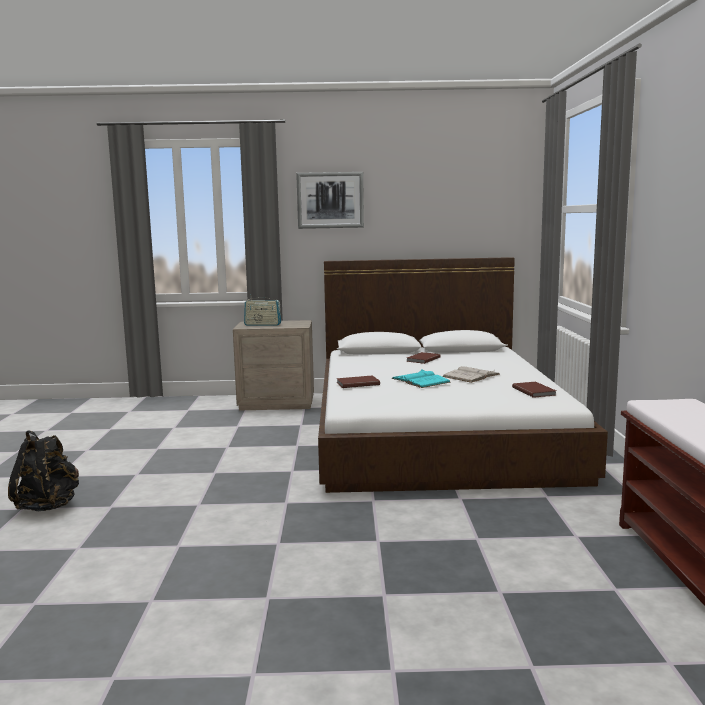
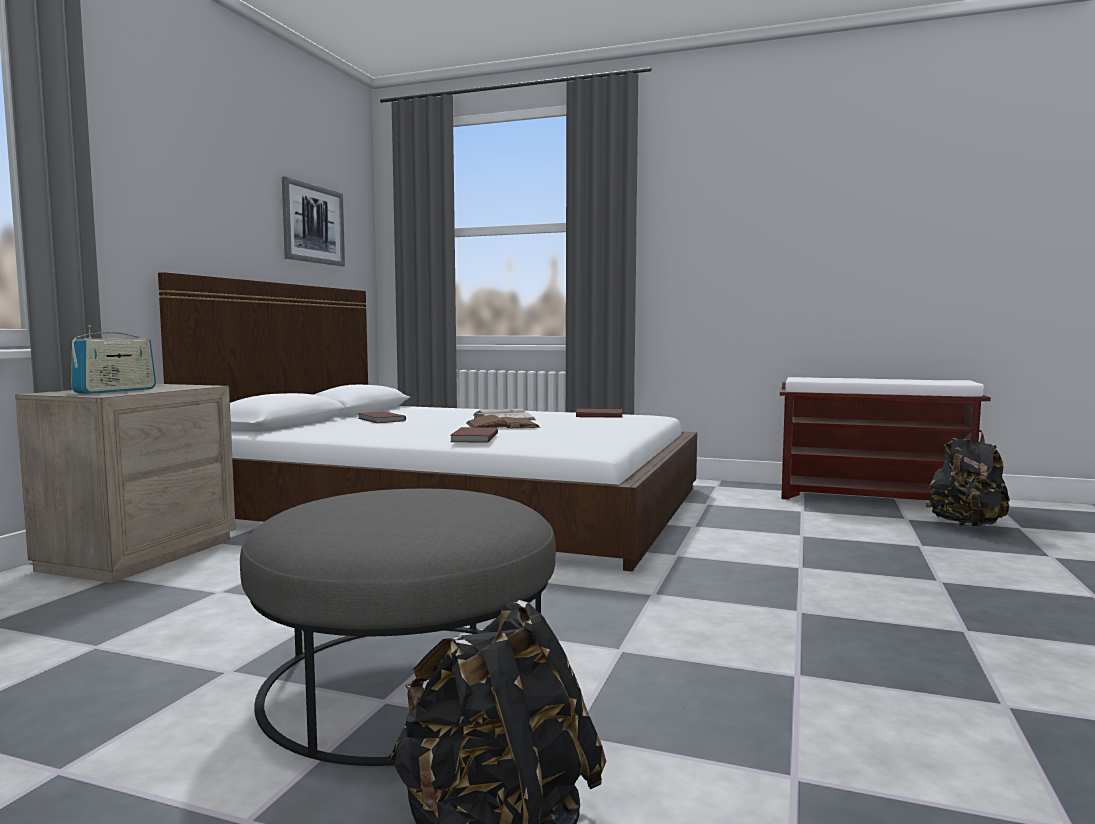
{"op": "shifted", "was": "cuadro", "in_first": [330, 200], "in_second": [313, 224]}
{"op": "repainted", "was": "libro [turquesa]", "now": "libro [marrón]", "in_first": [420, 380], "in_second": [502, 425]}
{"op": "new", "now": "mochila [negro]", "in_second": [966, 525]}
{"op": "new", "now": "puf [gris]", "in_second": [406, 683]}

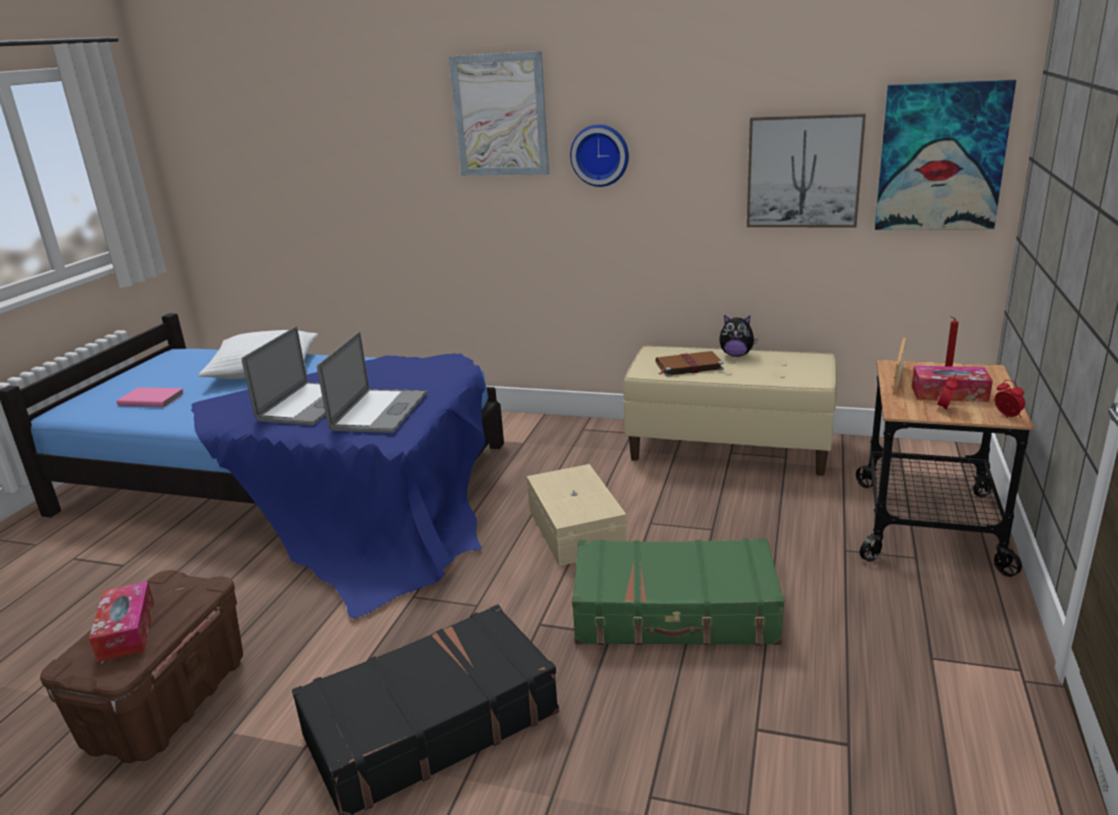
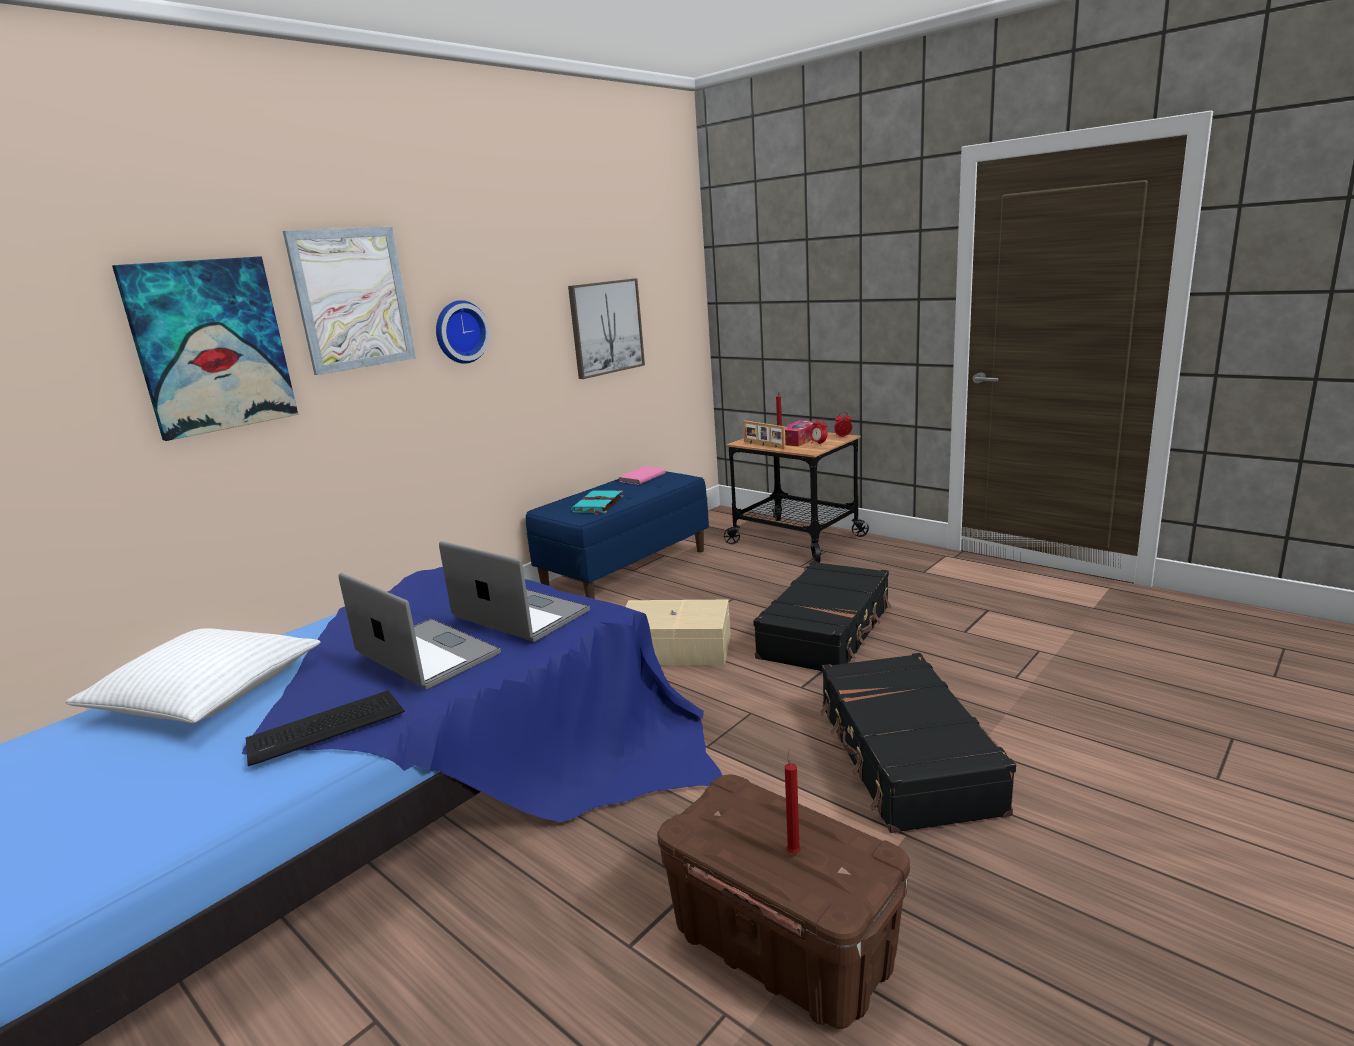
{"op": "shifted", "was": "cuadro", "in_first": [941, 157], "in_second": [211, 346]}
{"op": "gone", "was": "peluche", "in_first": [736, 355]}
{"op": "repainted", "was": "banco [beis]", "now": "banco [azul]", "in_first": [729, 448], "in_second": [626, 569]}
{"op": "repainted", "was": "libro [marrón]", "now": "libro [turquesa]", "in_first": [687, 366], "in_second": [597, 504]}
{"op": "shifted", "was": "libro [rosa]", "in_first": [151, 399], "in_second": [641, 477]}
{"op": "repainted", "was": "maleta [verde]", "now": "maleta [negro]", "in_first": [675, 612], "in_second": [826, 632]}
{"op": "swapped", "was": "caja de pañuelos", "now": "vela [rojo]", "in_first": [127, 631], "in_second": [793, 851]}
{"op": "new", "now": "teclado", "in_second": [325, 728]}

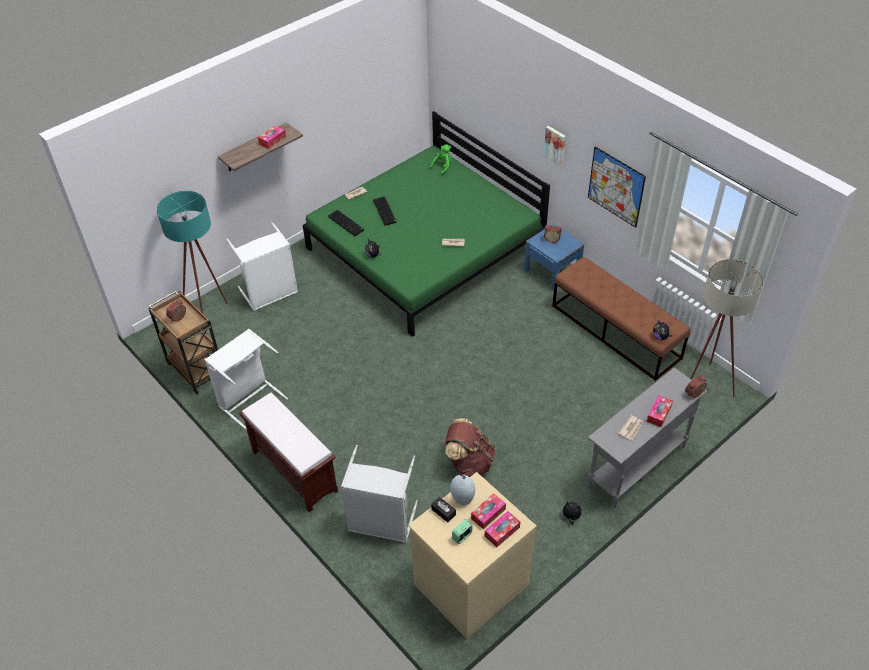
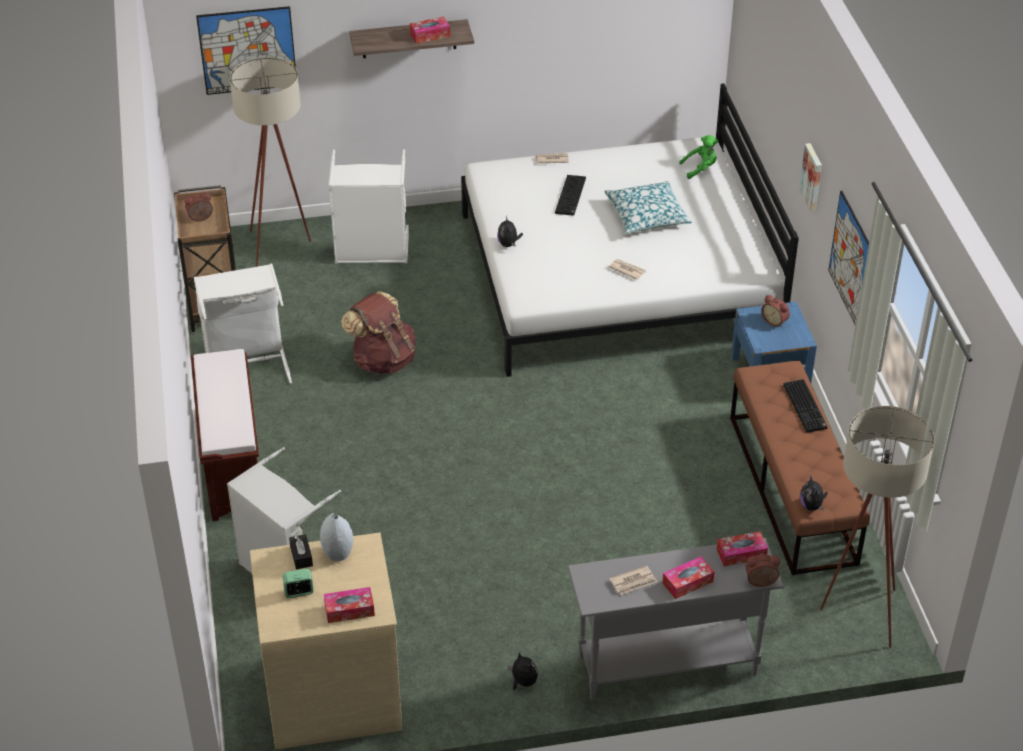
{"op": "repainted", "was": "cama [verde]", "now": "cama [blanco]", "in_first": [425, 248], "in_second": [618, 275]}
{"op": "repainted", "was": "lámpara de pie [turquesa]", "now": "lámpara de pie [beis]", "in_first": [210, 314], "in_second": [281, 246]}
{"op": "shifted", "was": "teclado", "in_first": [346, 223], "in_second": [806, 407]}
{"op": "shifted", "was": "mochila [marrón]", "in_first": [469, 463], "in_second": [383, 360]}
{"op": "shifted", "was": "caja de pañuelos", "in_first": [488, 514], "in_second": [741, 553]}
{"op": "new", "now": "cuadro", "in_second": [247, 50]}
{"op": "new", "now": "cojín", "in_second": [647, 215]}

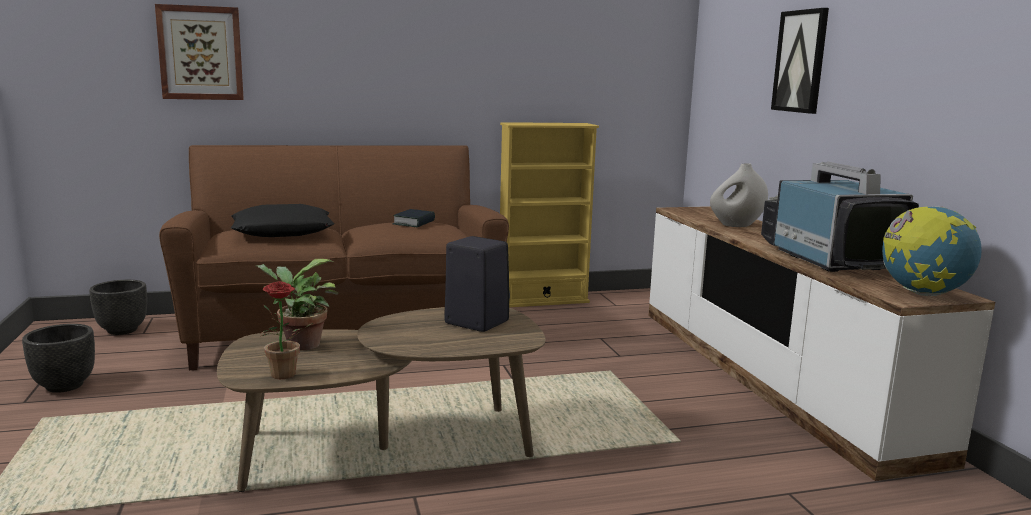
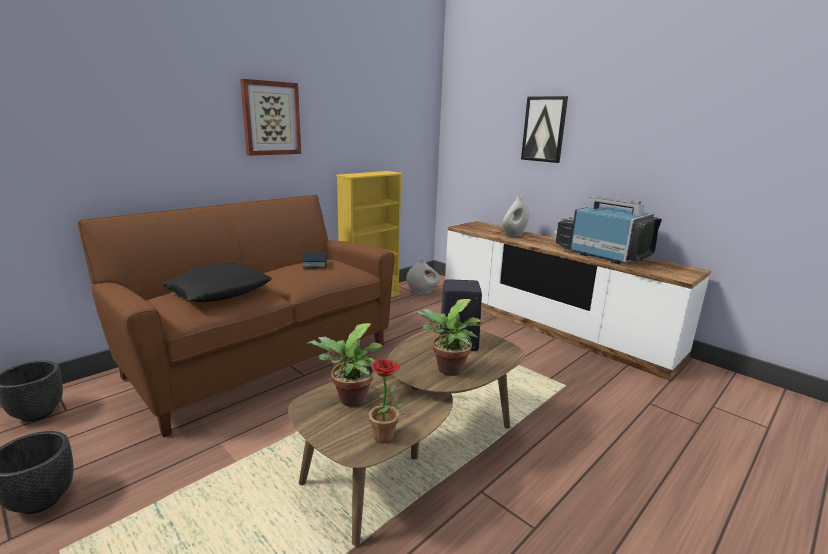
{"op": "shifted", "was": "cuadro", "in_first": [201, 53], "in_second": [271, 118]}
{"op": "gone", "was": "globo terráqueo", "in_first": [922, 294]}
{"op": "new", "now": "florero [blanco]", "in_second": [422, 292]}
{"op": "new", "now": "planta en maceta", "in_second": [447, 370]}

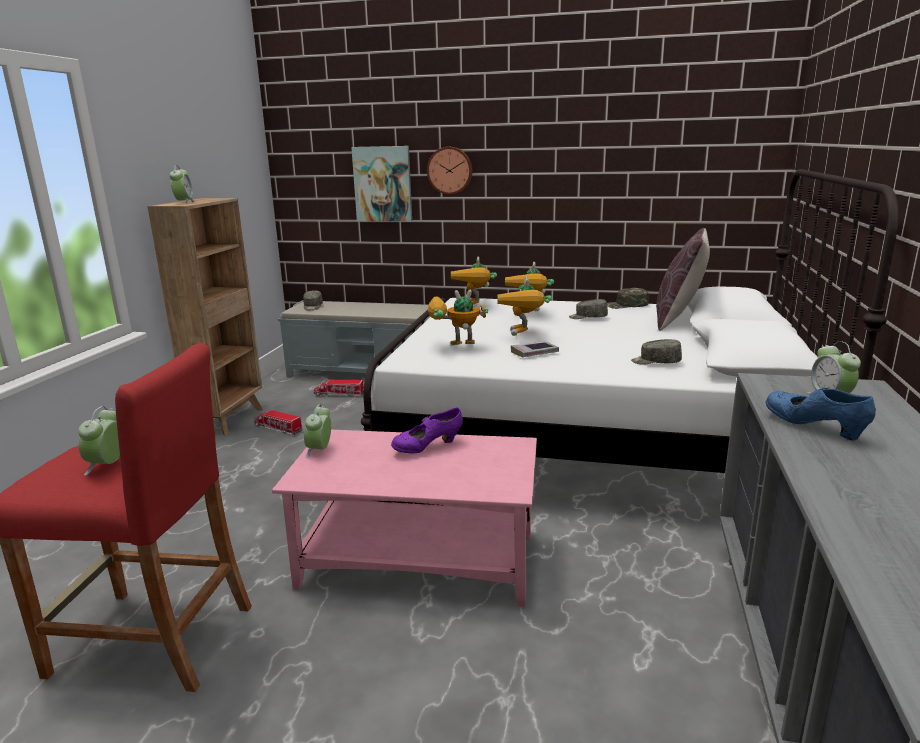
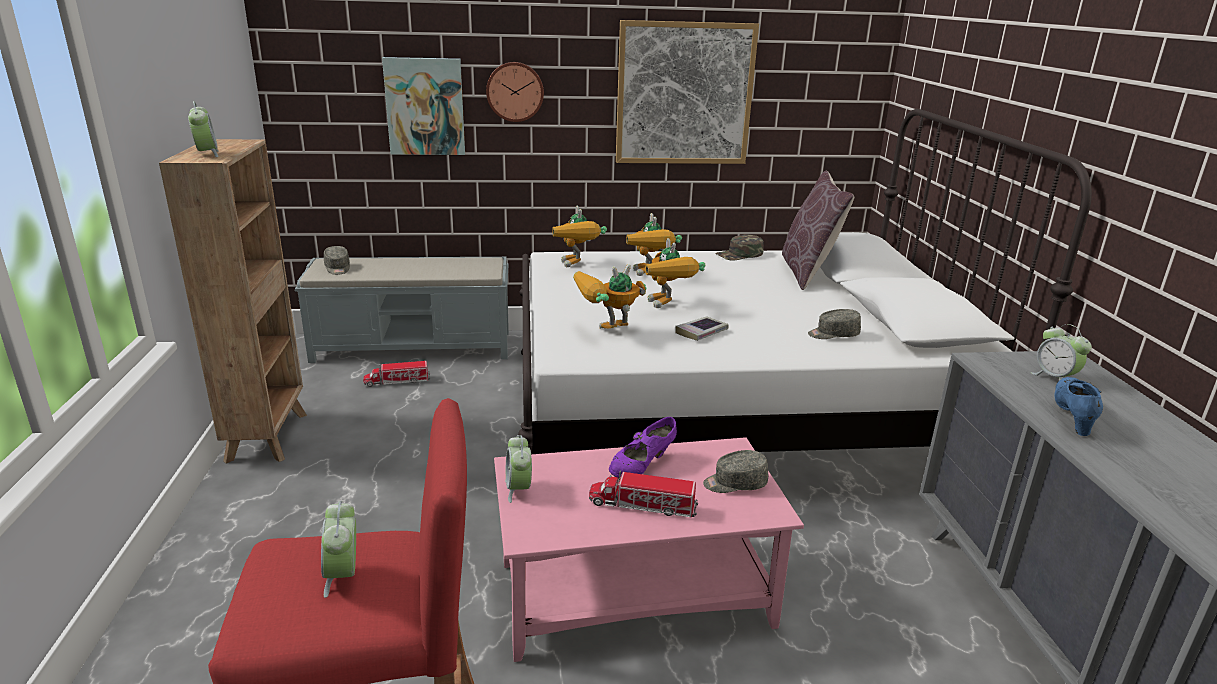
{"op": "shifted", "was": "gorra [gris]", "in_first": [588, 317], "in_second": [734, 483]}
{"op": "rotated", "was": "zapato [azul]", "in_first": [814, 428], "in_second": [1072, 417], "clockwise": 75}
{"op": "shifted", "was": "camión de juguete", "in_first": [278, 428], "in_second": [643, 505]}
{"op": "new", "now": "cuadro", "in_second": [684, 94]}

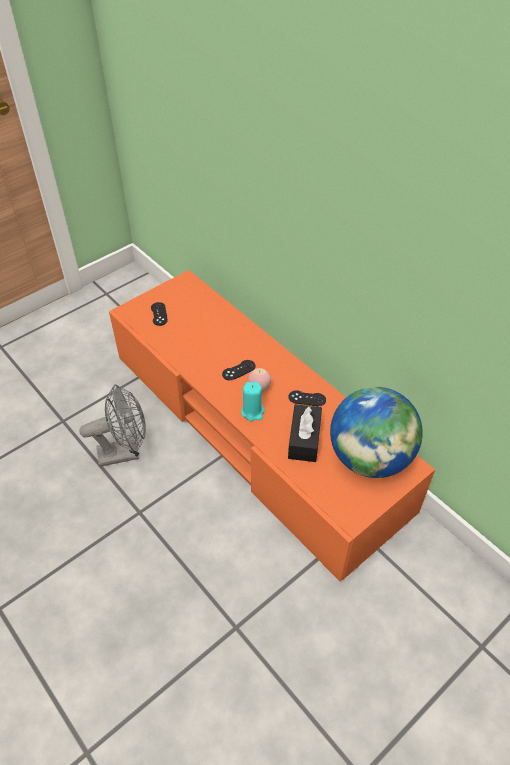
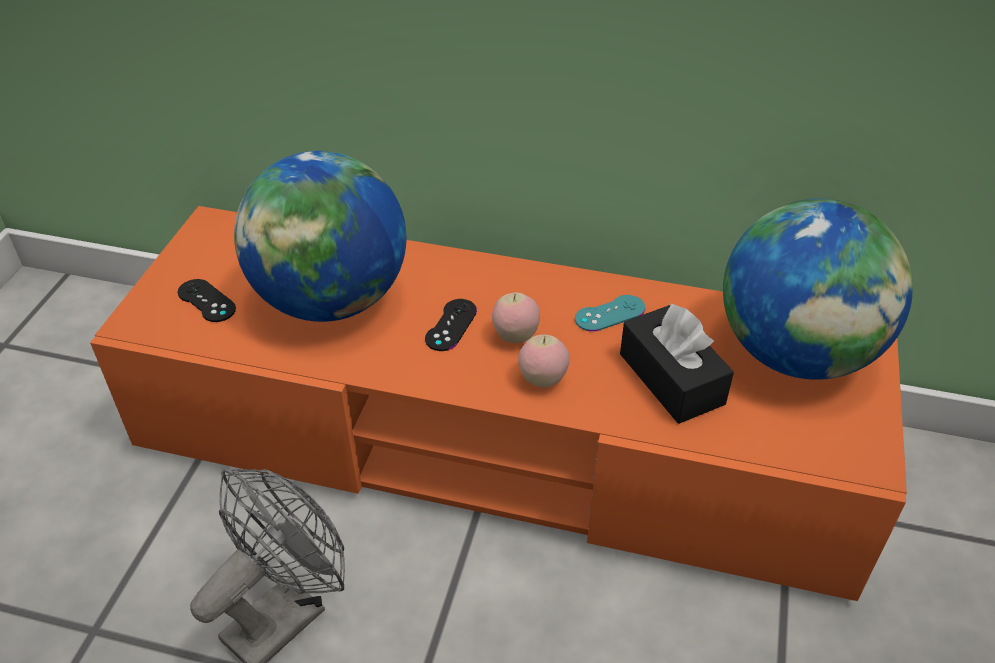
{"op": "swapped", "was": "vela [turquesa]", "now": "manzana", "in_first": [253, 411], "in_second": [543, 380]}
{"op": "repainted", "was": "mando de consola [negro]", "now": "mando de consola [turquesa]", "in_first": [307, 398], "in_second": [610, 313]}
{"op": "new", "now": "globo terráqueo", "in_second": [331, 300]}

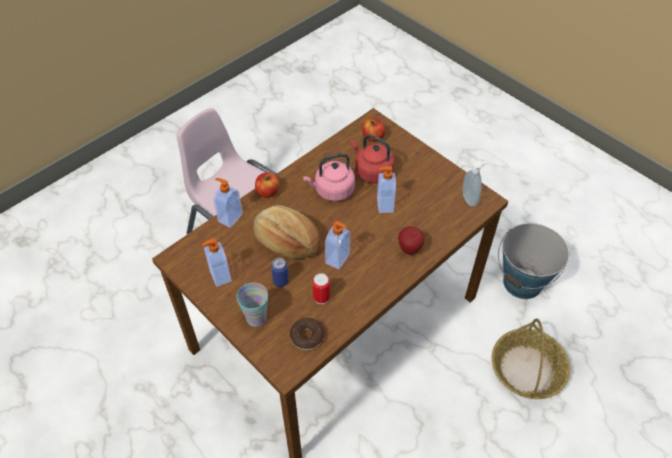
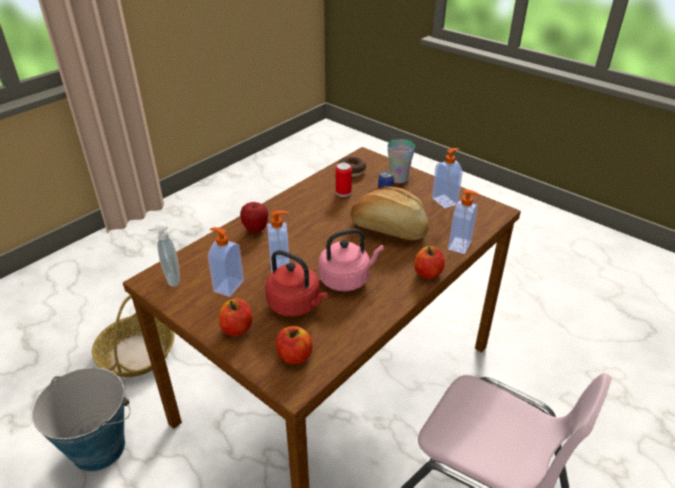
{"op": "shifted", "was": "dispensador de jabón", "in_first": [338, 259], "in_second": [228, 286]}
{"op": "new", "now": "manzana", "in_second": [237, 328]}

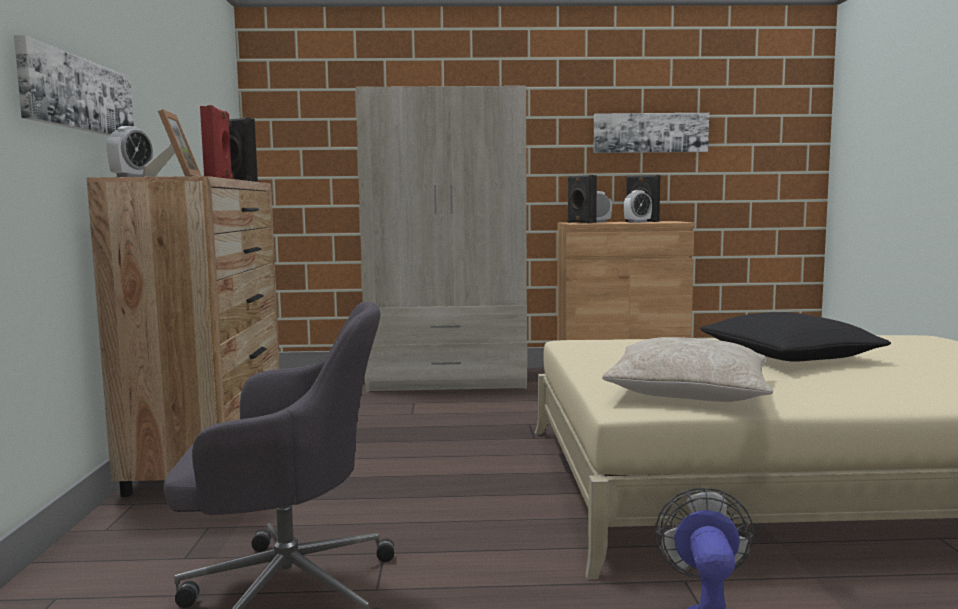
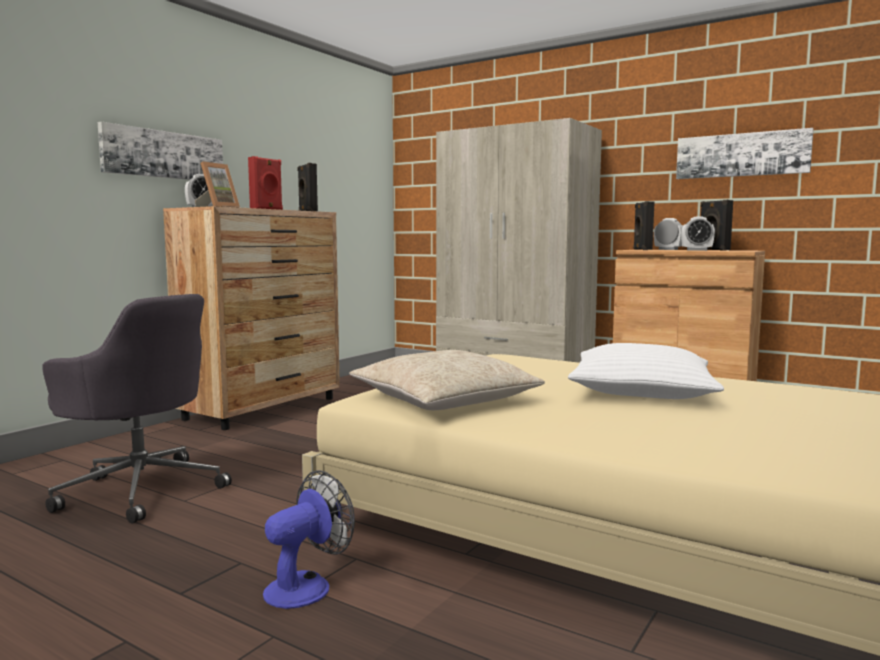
{"op": "repainted", "was": "cojín [negro]", "now": "cojín [blanco]", "in_first": [788, 355], "in_second": [641, 390]}

